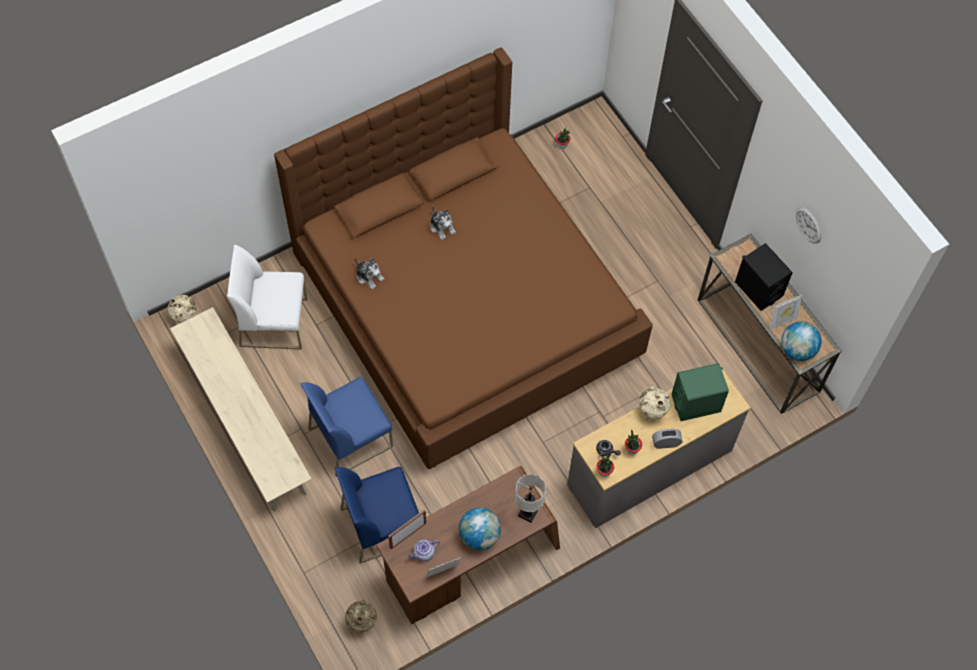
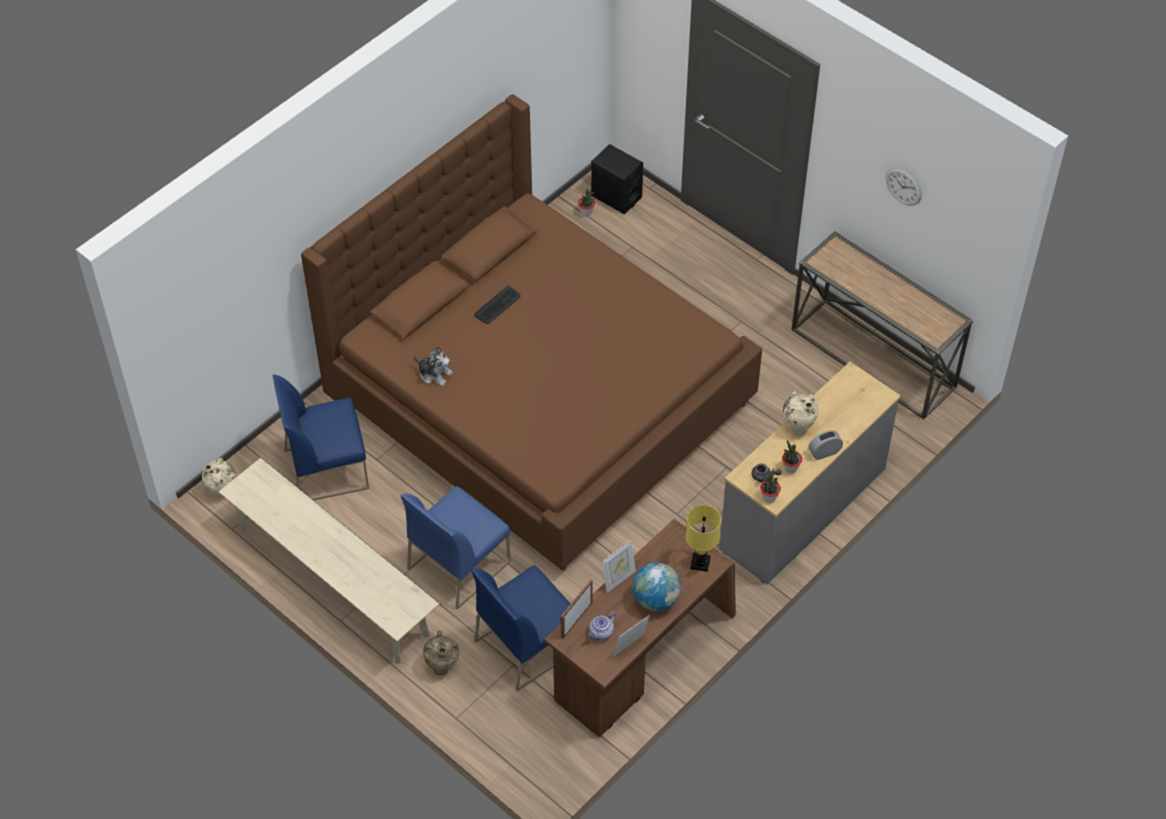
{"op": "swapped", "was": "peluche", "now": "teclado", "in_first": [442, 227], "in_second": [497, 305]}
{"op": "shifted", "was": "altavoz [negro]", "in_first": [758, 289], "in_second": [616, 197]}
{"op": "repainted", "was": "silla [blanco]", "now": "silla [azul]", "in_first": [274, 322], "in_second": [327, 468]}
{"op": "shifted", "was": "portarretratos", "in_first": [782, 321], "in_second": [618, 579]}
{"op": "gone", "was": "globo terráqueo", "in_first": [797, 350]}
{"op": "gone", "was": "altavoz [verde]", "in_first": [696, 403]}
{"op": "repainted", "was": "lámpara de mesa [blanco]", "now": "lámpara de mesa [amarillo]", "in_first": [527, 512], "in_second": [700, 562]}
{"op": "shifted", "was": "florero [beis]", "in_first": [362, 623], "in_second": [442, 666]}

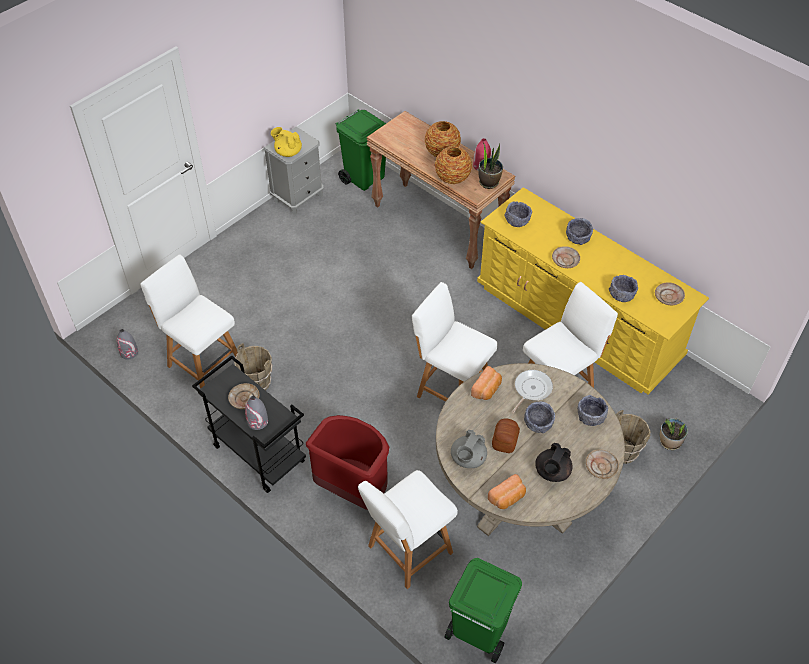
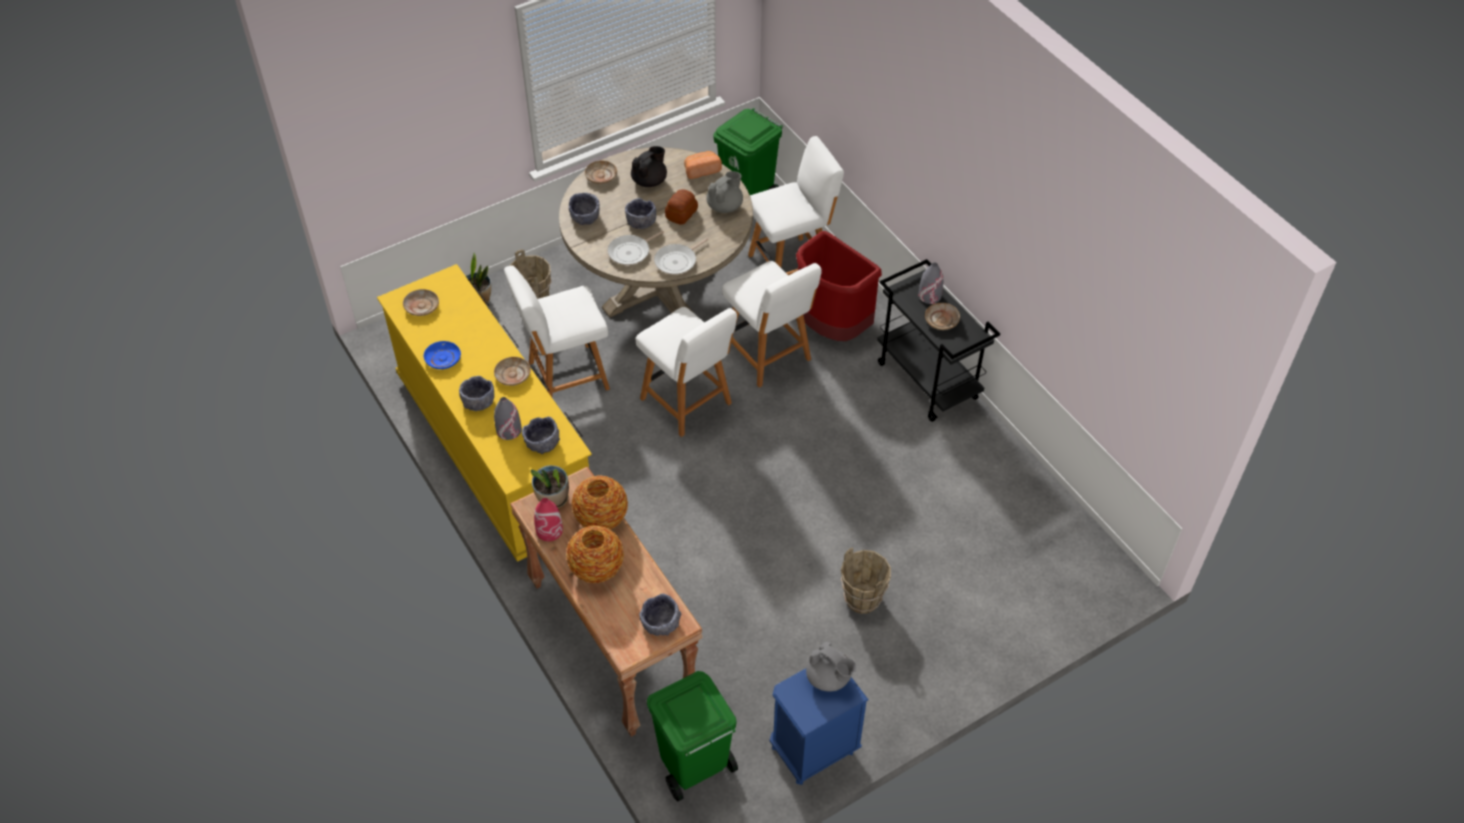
{"op": "repainted", "was": "mesita de noche [gris]", "now": "mesita de noche [azul]", "in_first": [298, 197], "in_second": [813, 750]}
{"op": "repainted", "was": "tetera [amarillo]", "now": "tetera [gris]", "in_first": [288, 152], "in_second": [829, 678]}
{"op": "shifted", "was": "silla [blanco]", "in_first": [203, 362], "in_second": [768, 356]}
{"op": "shifted", "was": "cuenco [gris]", "in_first": [621, 294], "in_second": [660, 623]}
{"op": "shifted", "was": "florero [gris]", "in_first": [129, 352], "in_second": [508, 430]}
{"op": "shifted", "was": "cubo [marrón]", "in_first": [257, 384], "in_second": [862, 599]}
{"op": "swapped", "was": "pan", "now": "sartén", "in_first": [487, 389], "in_second": [677, 261]}
{"op": "new", "now": "plato [azul]", "in_second": [443, 359]}

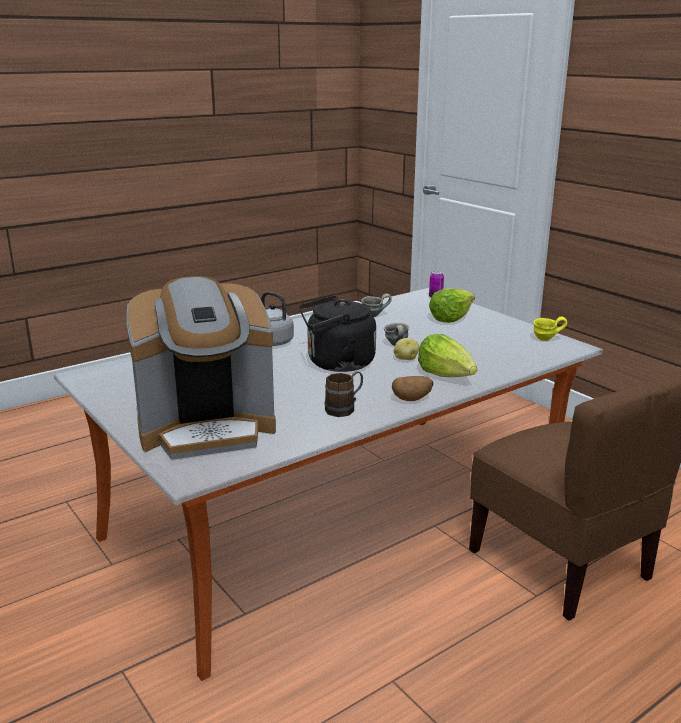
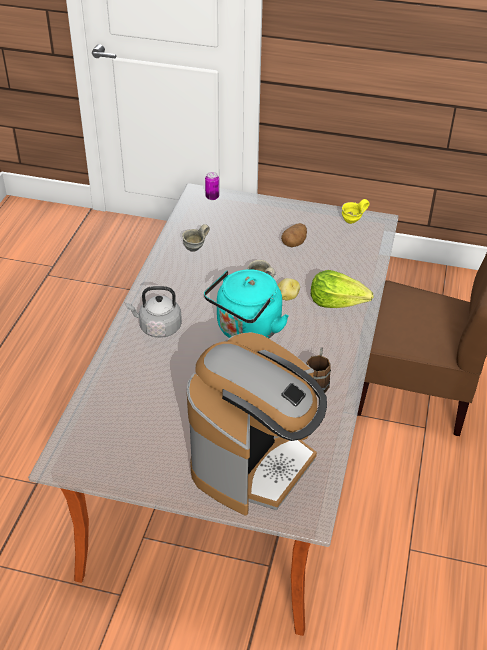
{"op": "gone", "was": "lechuga", "in_first": [450, 318]}
{"op": "repainted", "was": "hervidor [negro]", "now": "hervidor [turquesa]", "in_first": [336, 364], "in_second": [246, 330]}
{"op": "shifted", "was": "patata", "in_first": [412, 399], "in_second": [294, 243]}

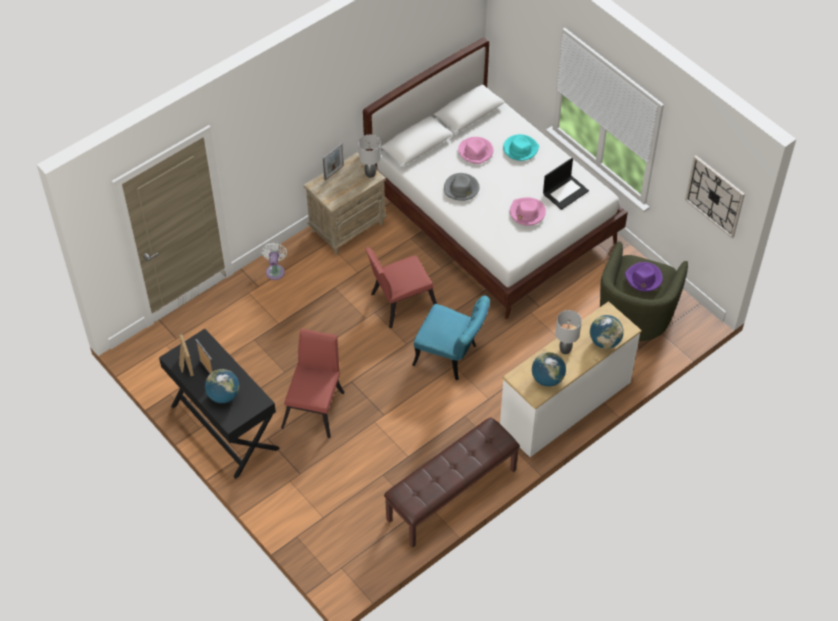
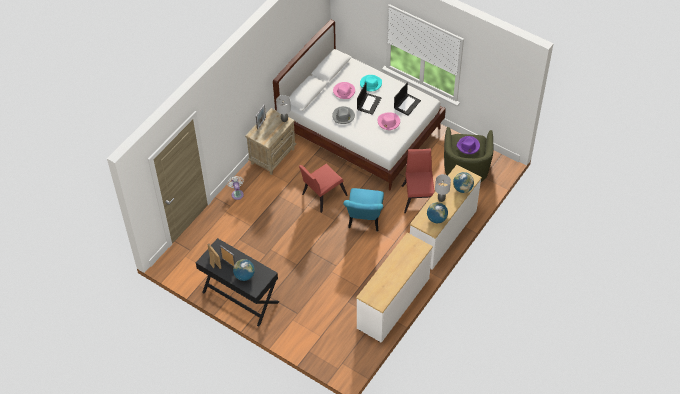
{"op": "gone", "was": "reloj de pared", "in_first": [715, 196]}
{"op": "rotated", "was": "silla [turquesa]", "in_first": [451, 357], "in_second": [364, 221], "clockwise": 90}
{"op": "shifted", "was": "silla [rojo]", "in_first": [315, 406], "in_second": [418, 196]}
{"op": "swapped", "was": "banco [marrón]", "now": "cómoda [blanco]", "in_first": [452, 495], "in_second": [393, 303]}
{"op": "new", "now": "portátil", "in_second": [369, 103]}

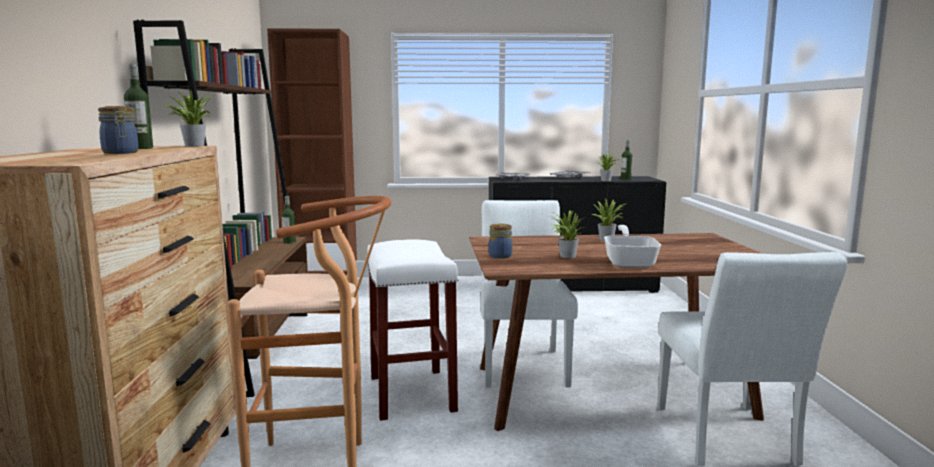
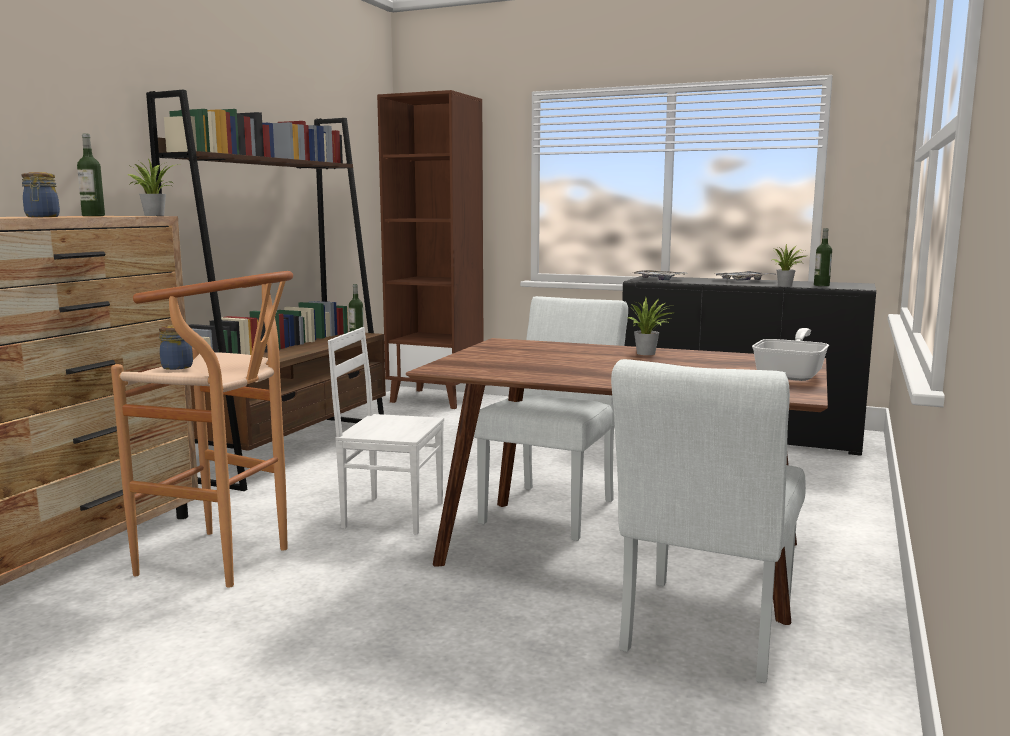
{"op": "gone", "was": "planta en maceta", "in_first": [565, 256]}
{"op": "shifted", "was": "tarro", "in_first": [499, 256], "in_second": [177, 367]}
{"op": "shifted", "was": "sartén", "in_first": [629, 262], "in_second": [792, 374]}
{"op": "swapped", "was": "taburete [blanco]", "now": "silla [blanco]", "in_first": [410, 393], "in_second": [392, 514]}

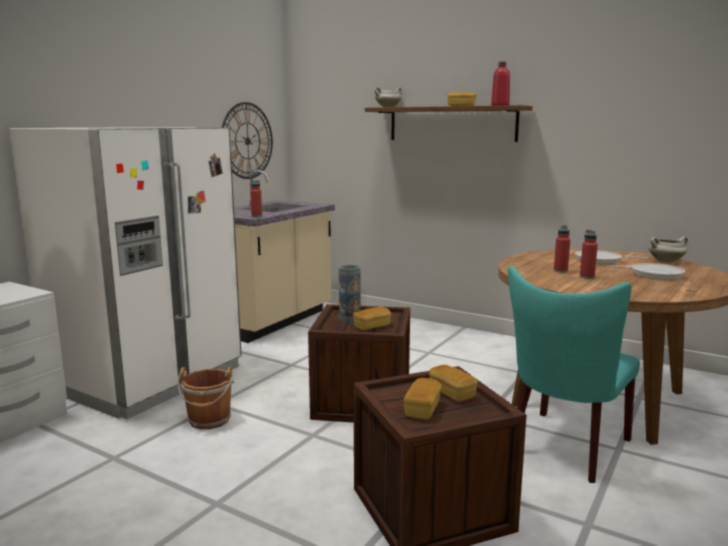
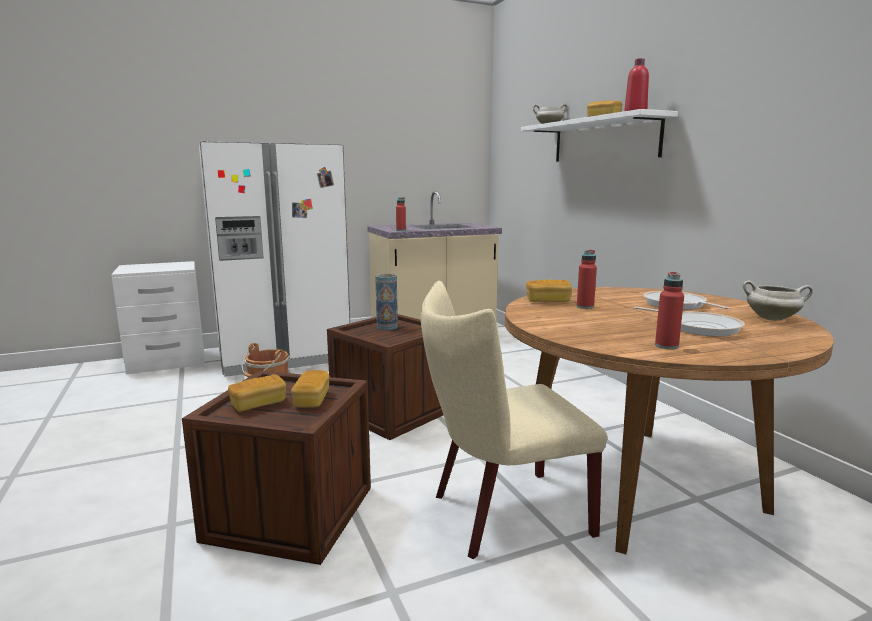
{"op": "gone", "was": "reloj de pared", "in_first": [247, 141]}
{"op": "repainted", "was": "estante [marrón]", "now": "estante [blanco]", "in_first": [451, 124], "in_second": [604, 140]}
{"op": "shifted", "was": "botella [rojo]", "in_first": [587, 277], "in_second": [666, 346]}
{"op": "repainted", "was": "silla [turquesa]", "now": "silla [beis]", "in_first": [564, 449], "in_second": [501, 515]}
{"op": "shifted", "was": "pan", "in_first": [372, 327], "in_second": [547, 301]}

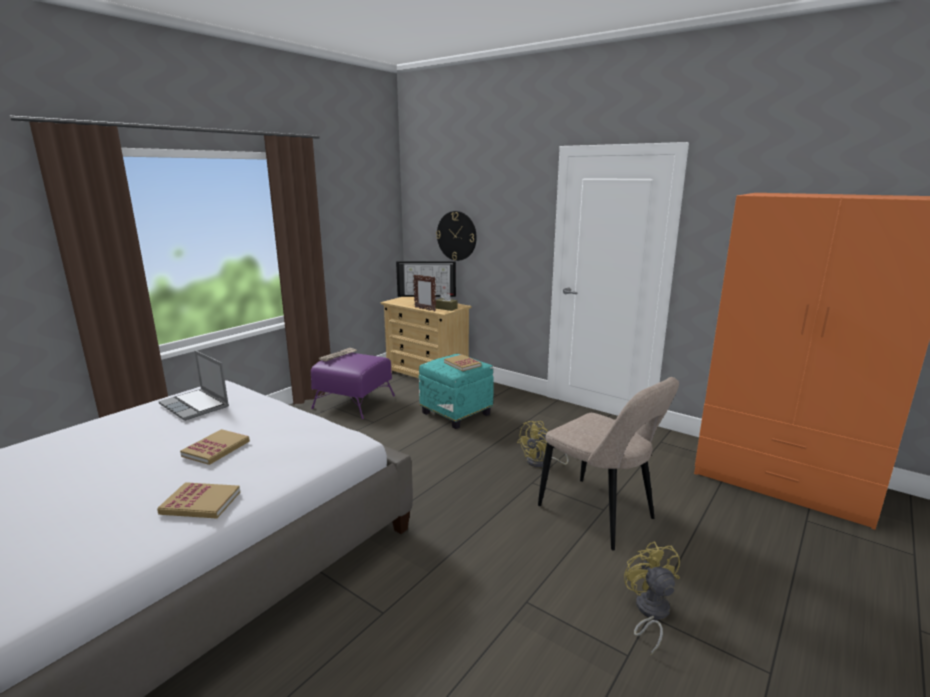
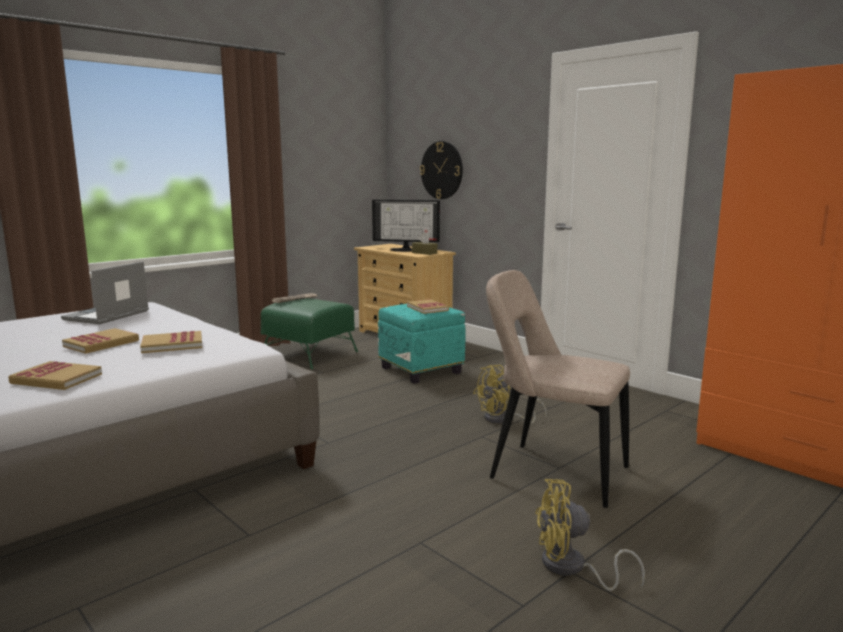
{"op": "gone", "was": "portarretratos", "in_first": [425, 309]}
{"op": "rotated", "was": "portátil", "in_first": [195, 406], "in_second": [107, 316], "clockwise": 60}
{"op": "repainted", "was": "puf [morado]", "now": "puf [verde]", "in_first": [354, 402], "in_second": [309, 354]}
{"op": "rotated", "was": "silla [beis]", "in_first": [600, 515], "in_second": [552, 472], "clockwise": 150}
{"op": "rotated", "was": "ventilador [amarillo]", "in_first": [649, 613], "in_second": [571, 568], "clockwise": -90}
{"op": "new", "now": "libro", "in_second": [172, 345]}

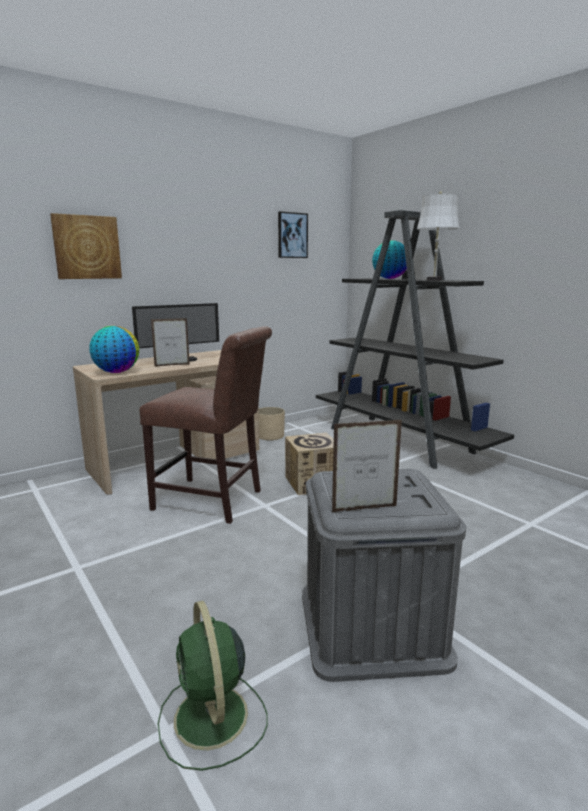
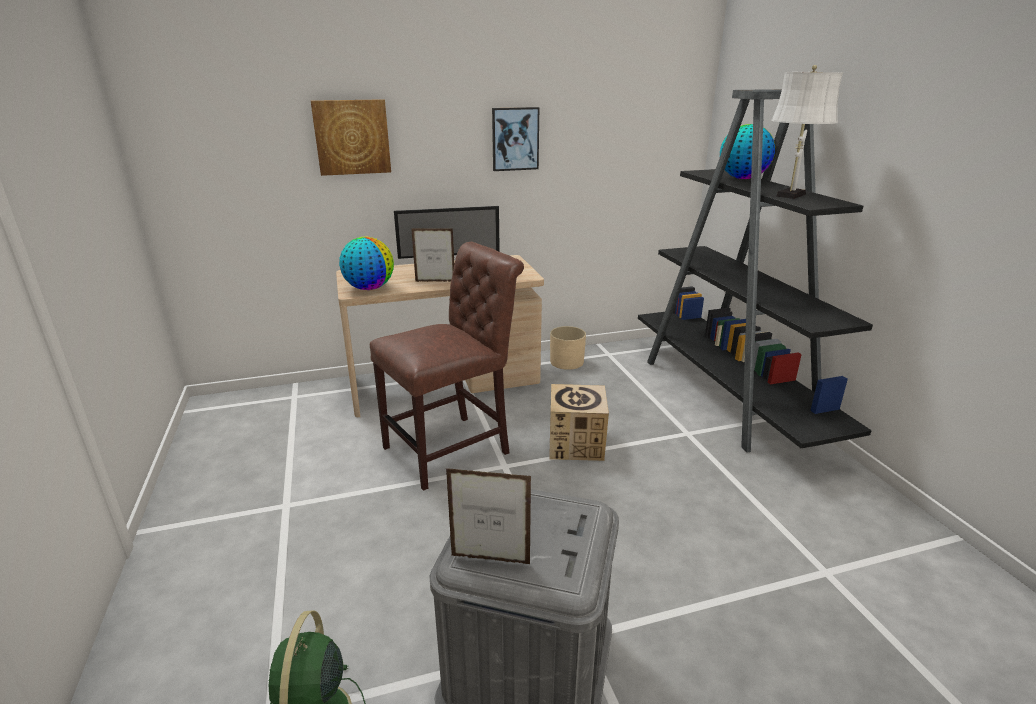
{"op": "shifted", "was": "cuadro", "in_first": [292, 235], "in_second": [515, 139]}
{"op": "rotated", "was": "silla [marrón]", "in_first": [213, 501], "in_second": [453, 448], "clockwise": -75}

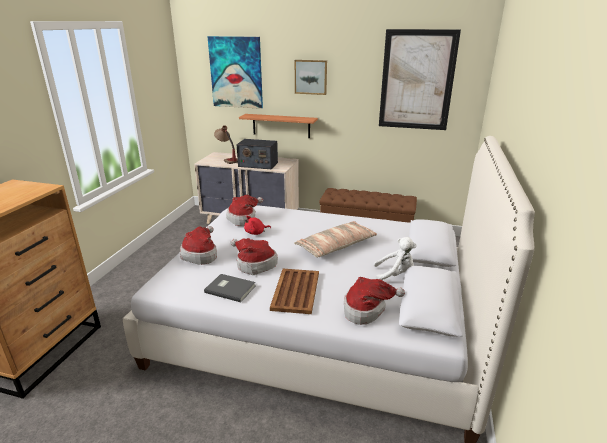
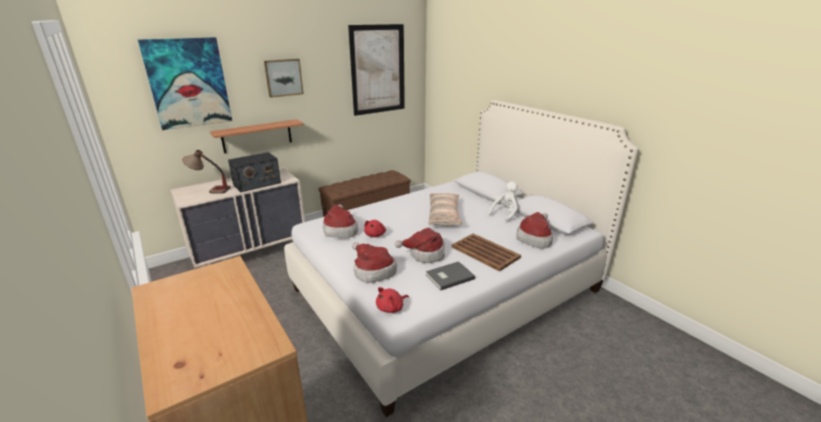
{"op": "new", "now": "peluche [rojo]", "in_second": [391, 308]}

